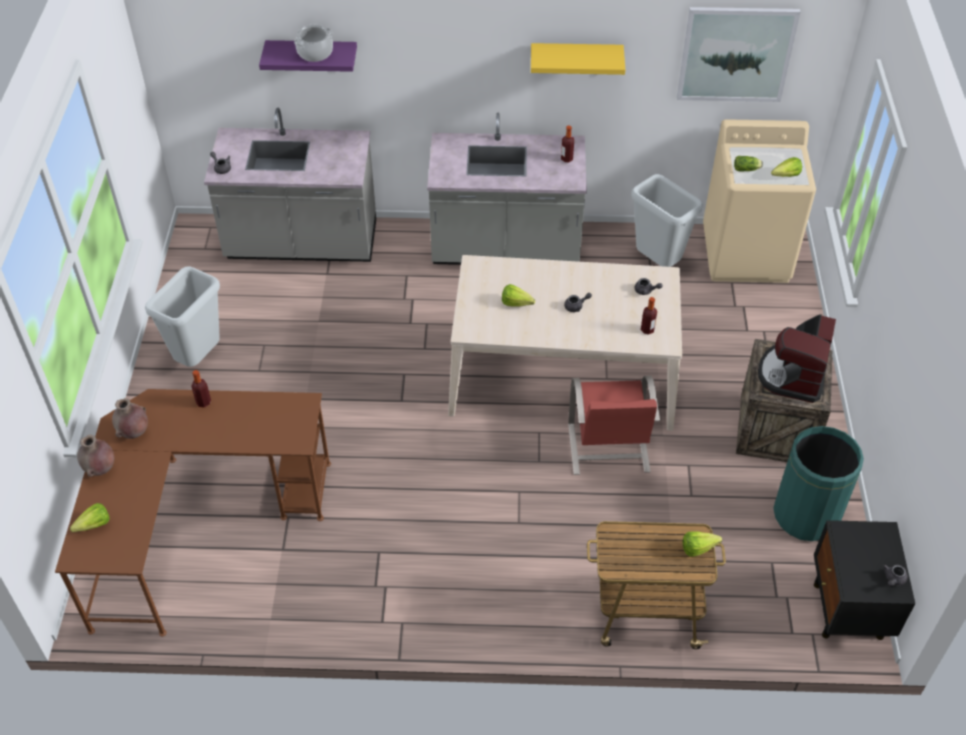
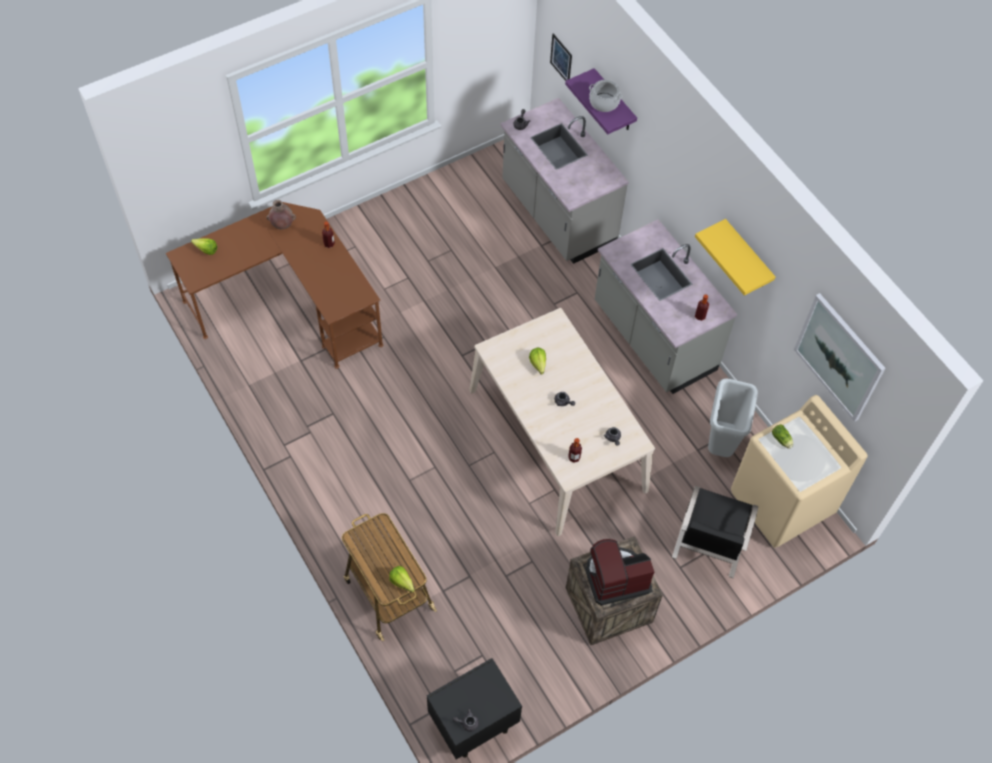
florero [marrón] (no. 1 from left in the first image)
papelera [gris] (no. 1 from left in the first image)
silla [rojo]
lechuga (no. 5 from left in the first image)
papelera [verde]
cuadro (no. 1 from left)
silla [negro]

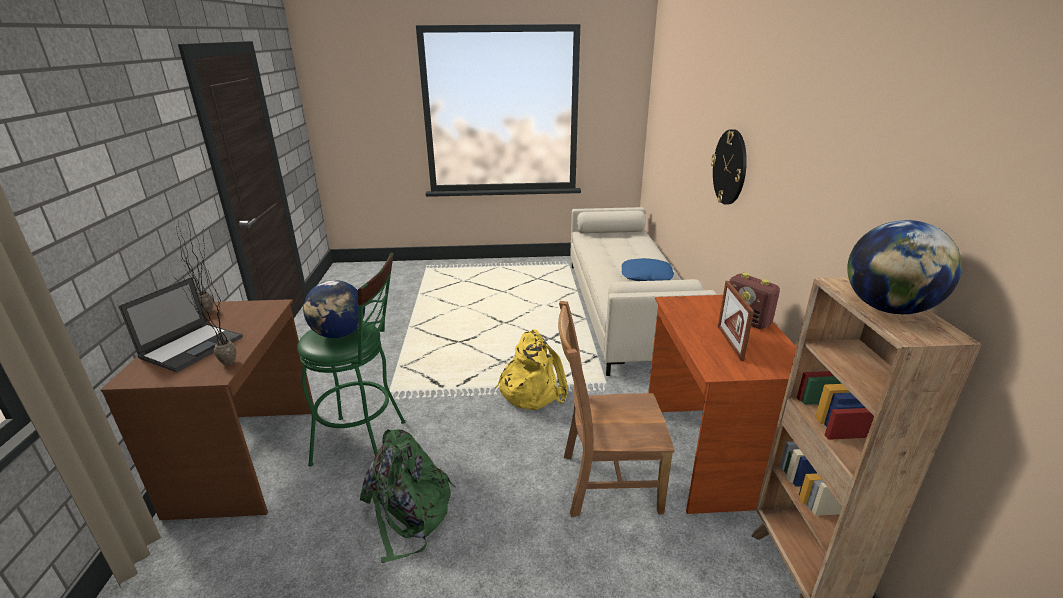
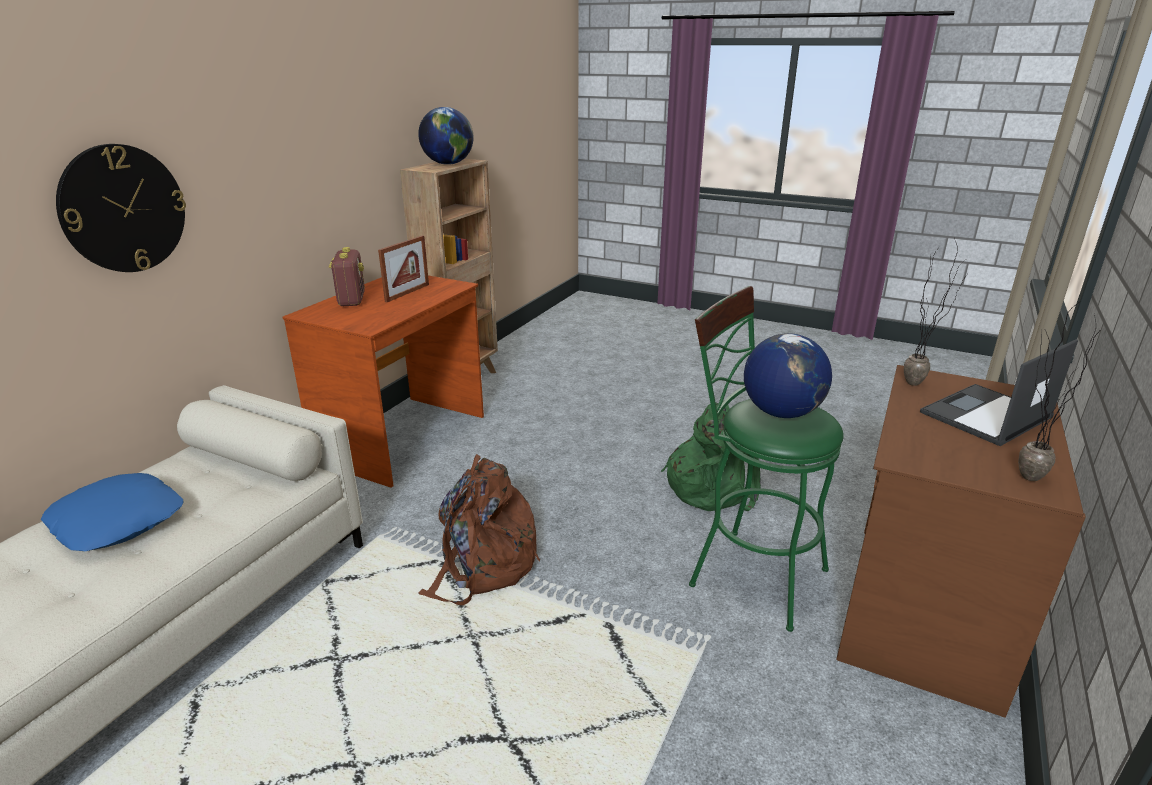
mochila [marrón]
silla [marrón]

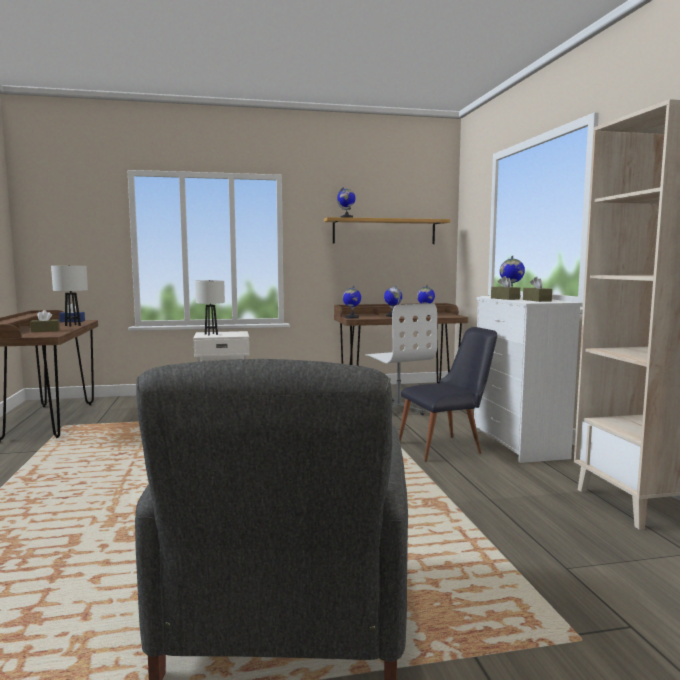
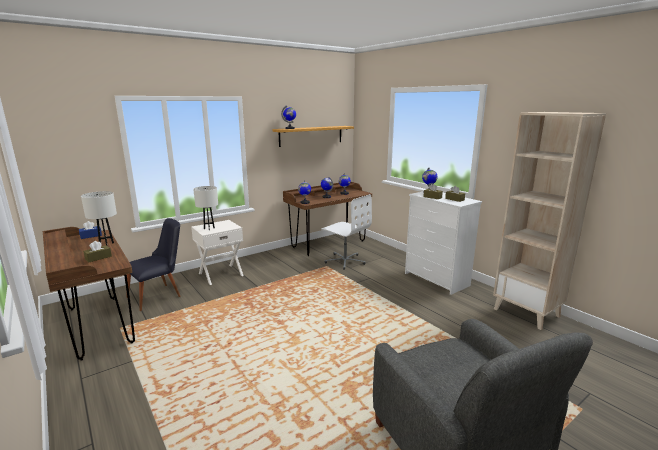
silla [negro]

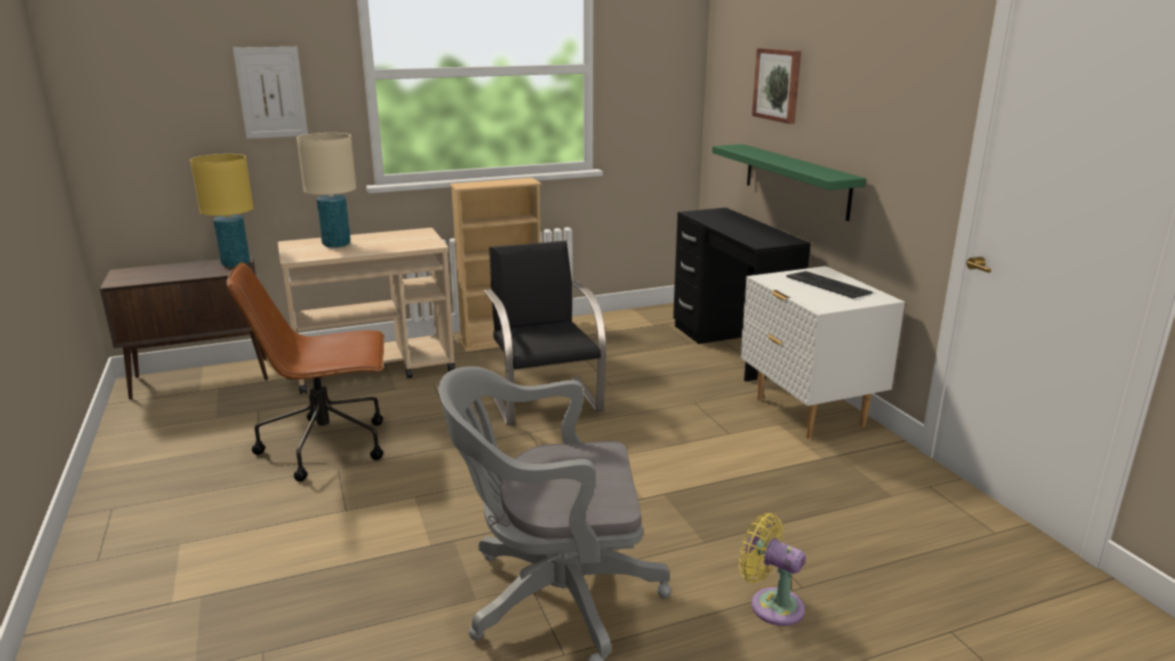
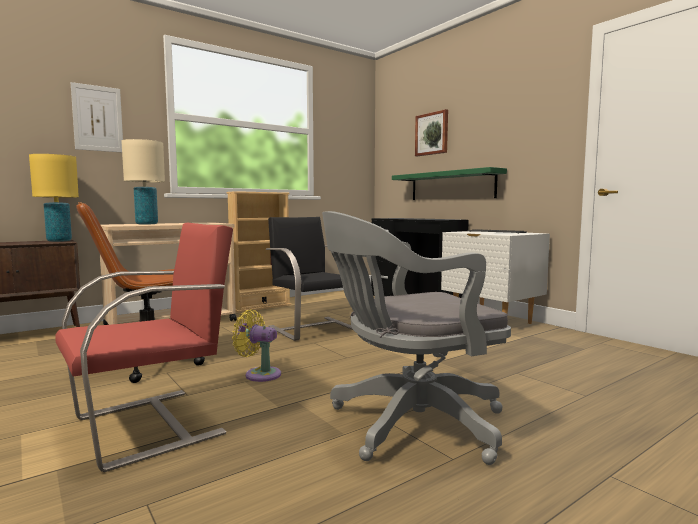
ventilador [amarillo]
silla [rojo]

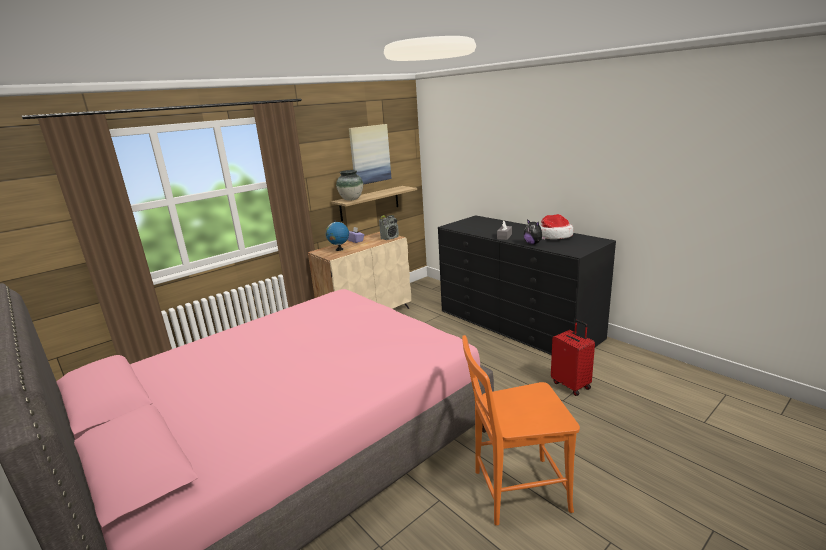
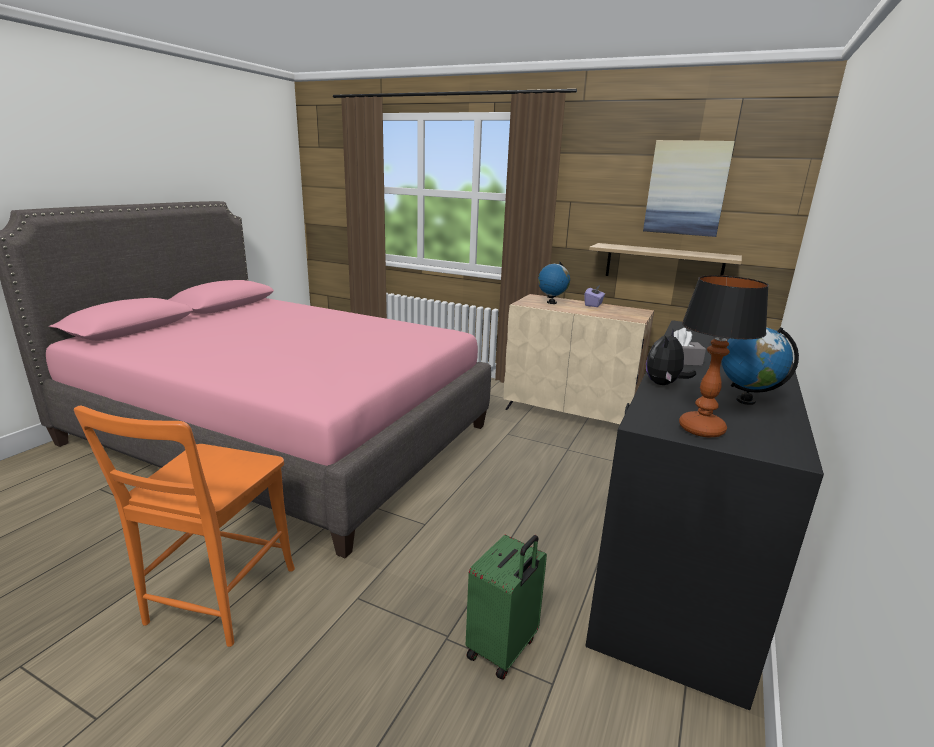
florero
radio
silla [naranja]
globo terráqueo (no. 2 from left)
maleta [verde]
lámpara de mesa

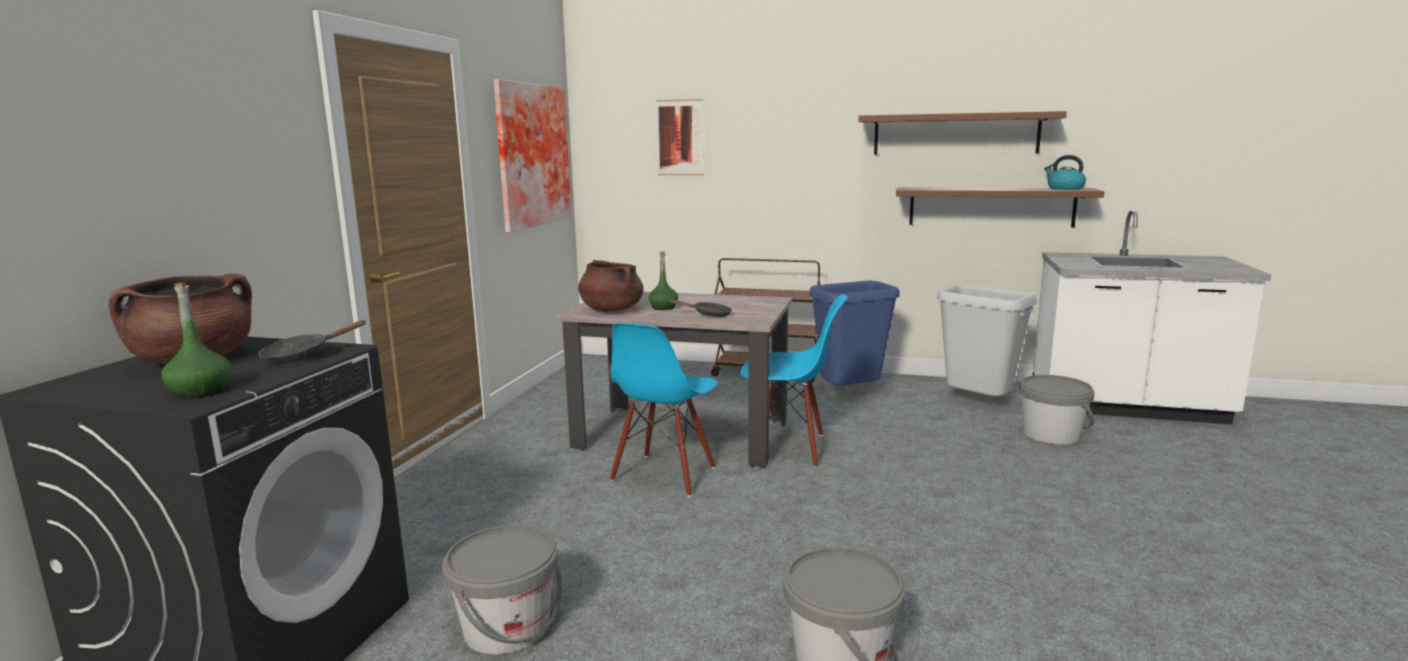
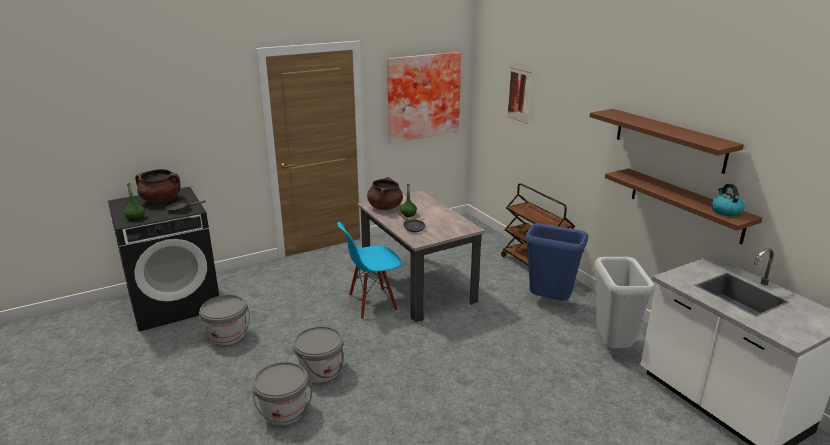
silla [azul] (no. 2 from left in the first image)
cubo [gris] (no. 3 from left)

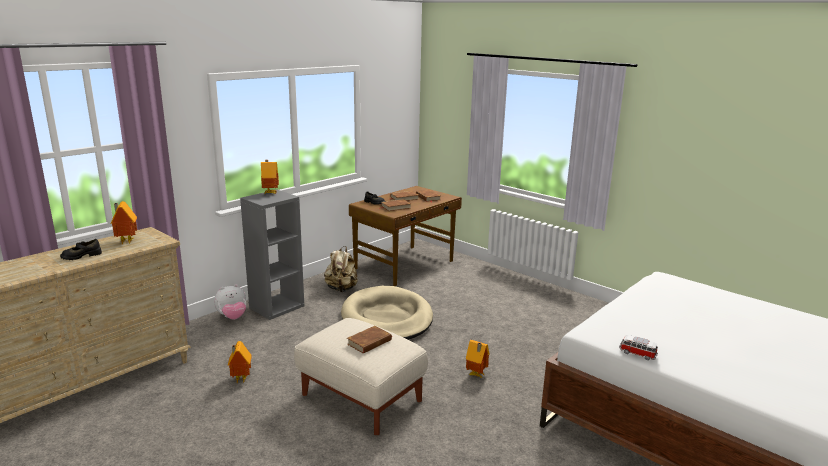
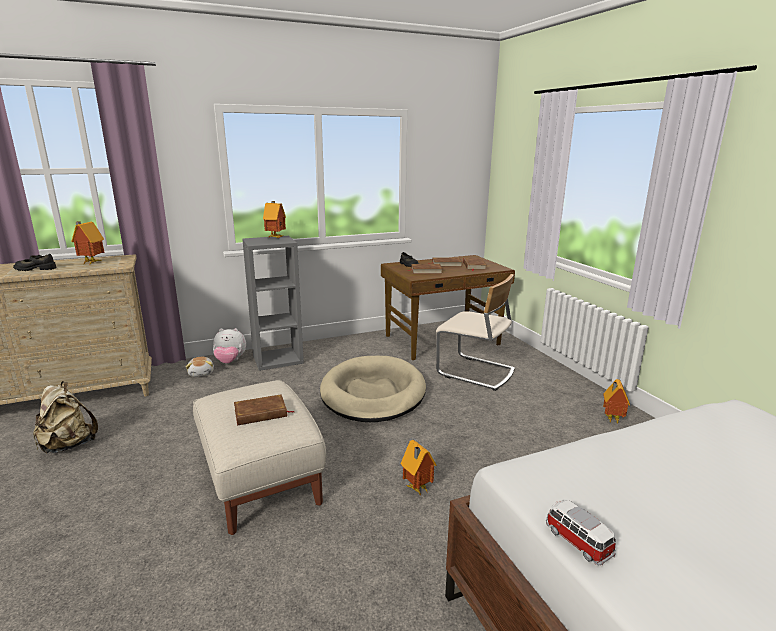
casita (no. 4 from left)
mochila [beis]
peluche (no. 1 from left)
silla [beis]

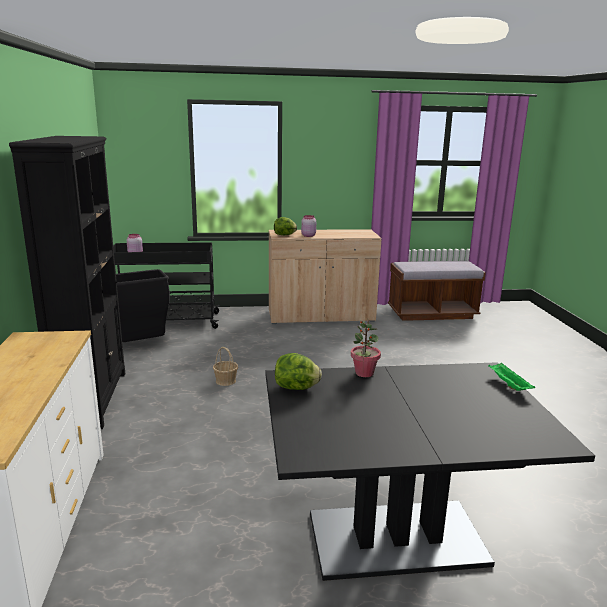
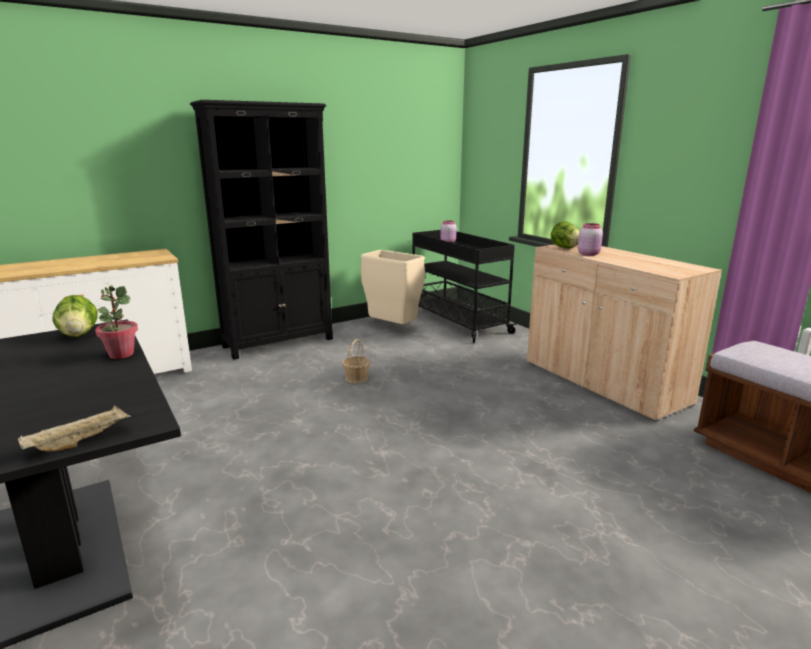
papelera [beis]
bandeja [beis]

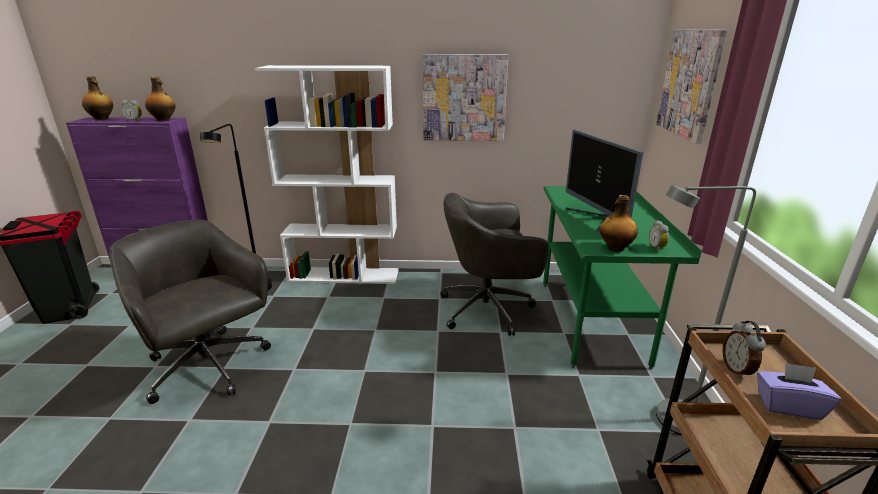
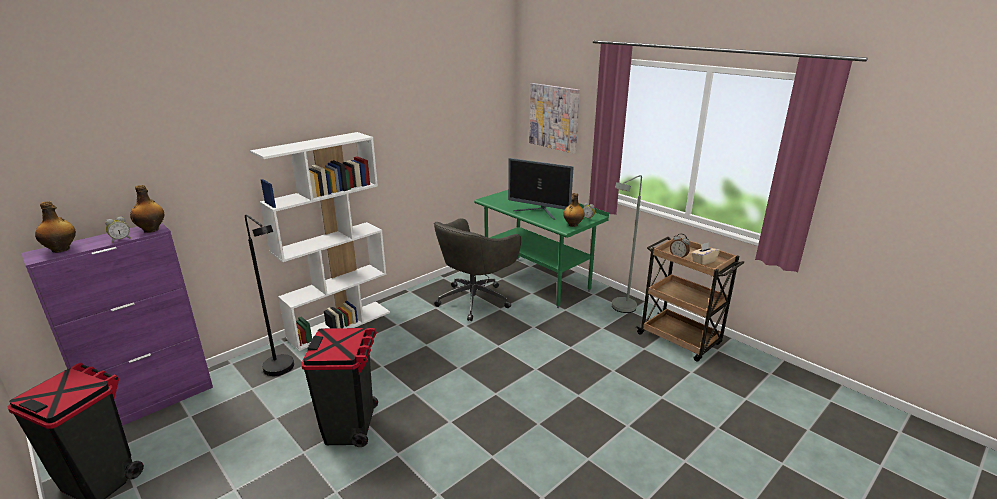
papelera [negro] (no. 2 from left)
cuadro (no. 1 from left in the first image)
caja de pañuelos [beis]

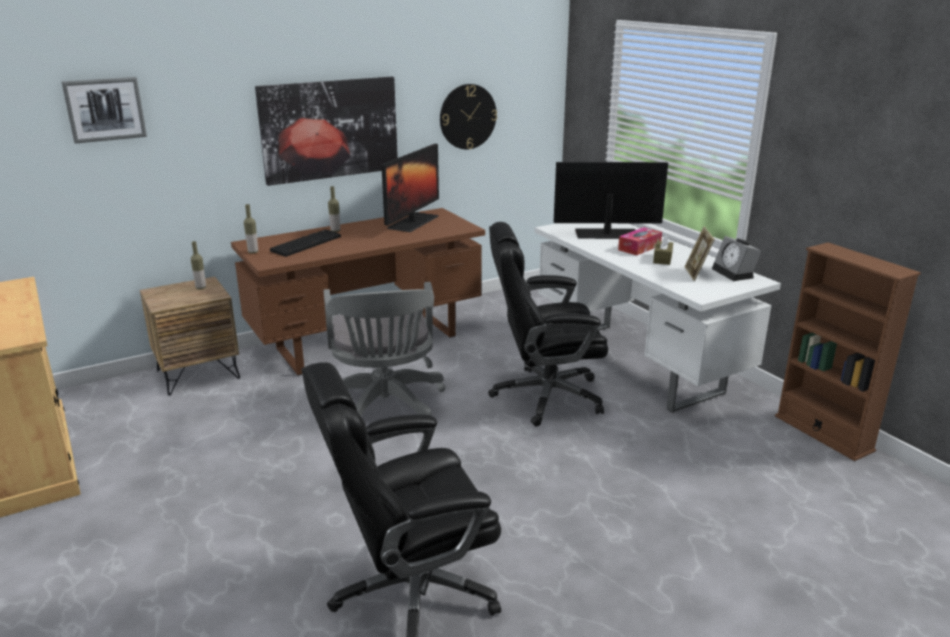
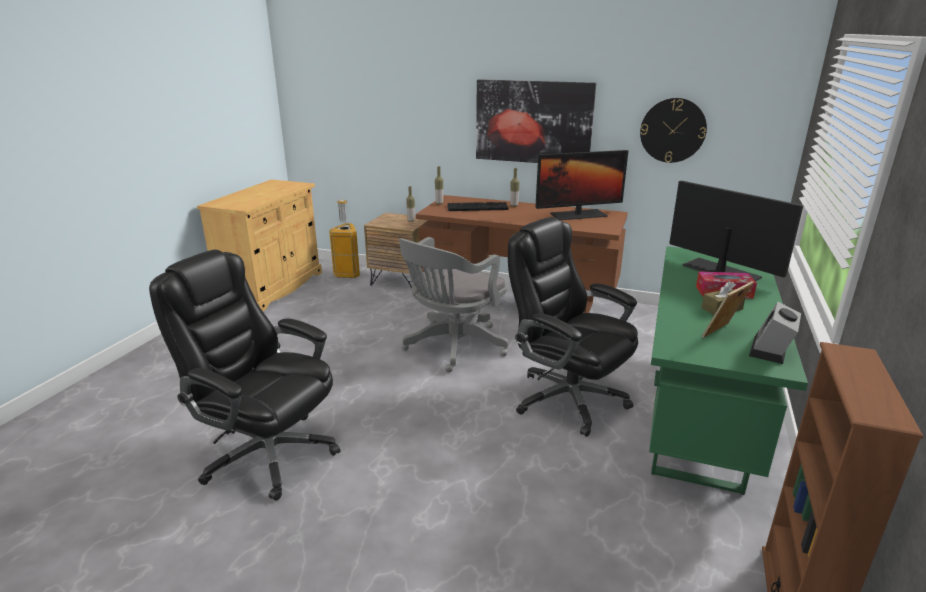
cuadro (no. 1 from left in the first image)
escritorio [verde]
papelera

